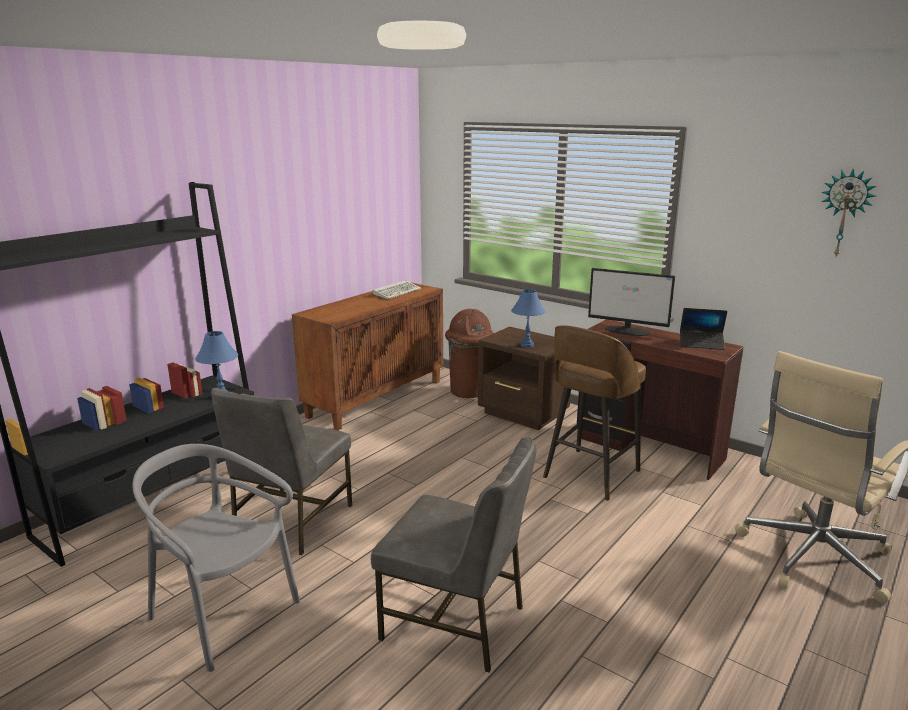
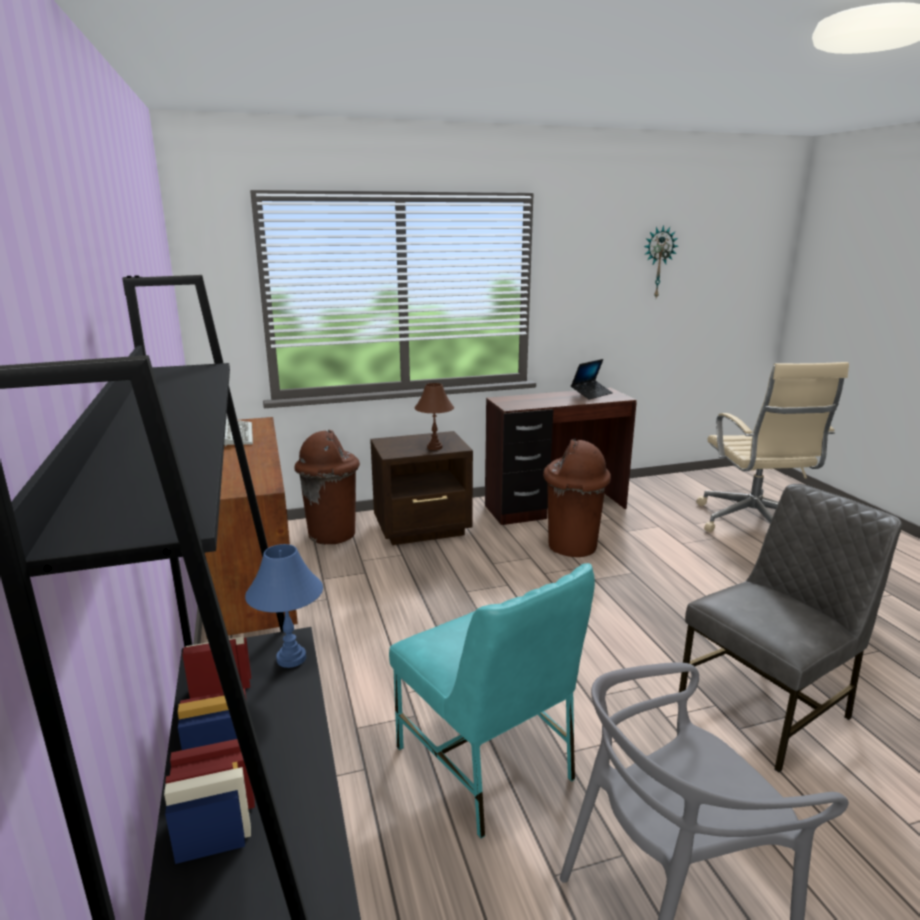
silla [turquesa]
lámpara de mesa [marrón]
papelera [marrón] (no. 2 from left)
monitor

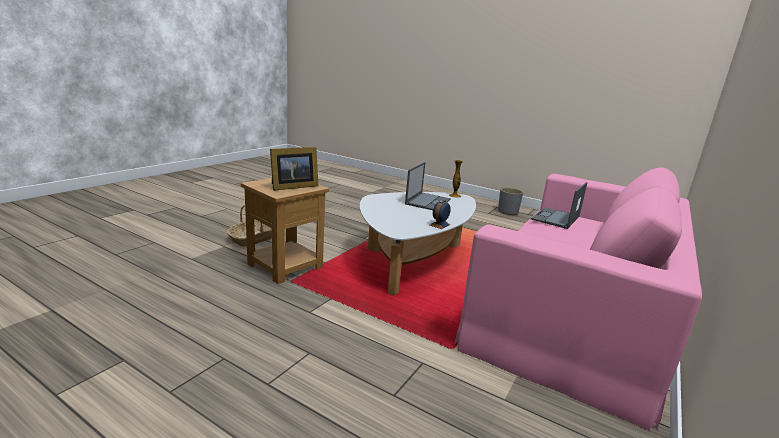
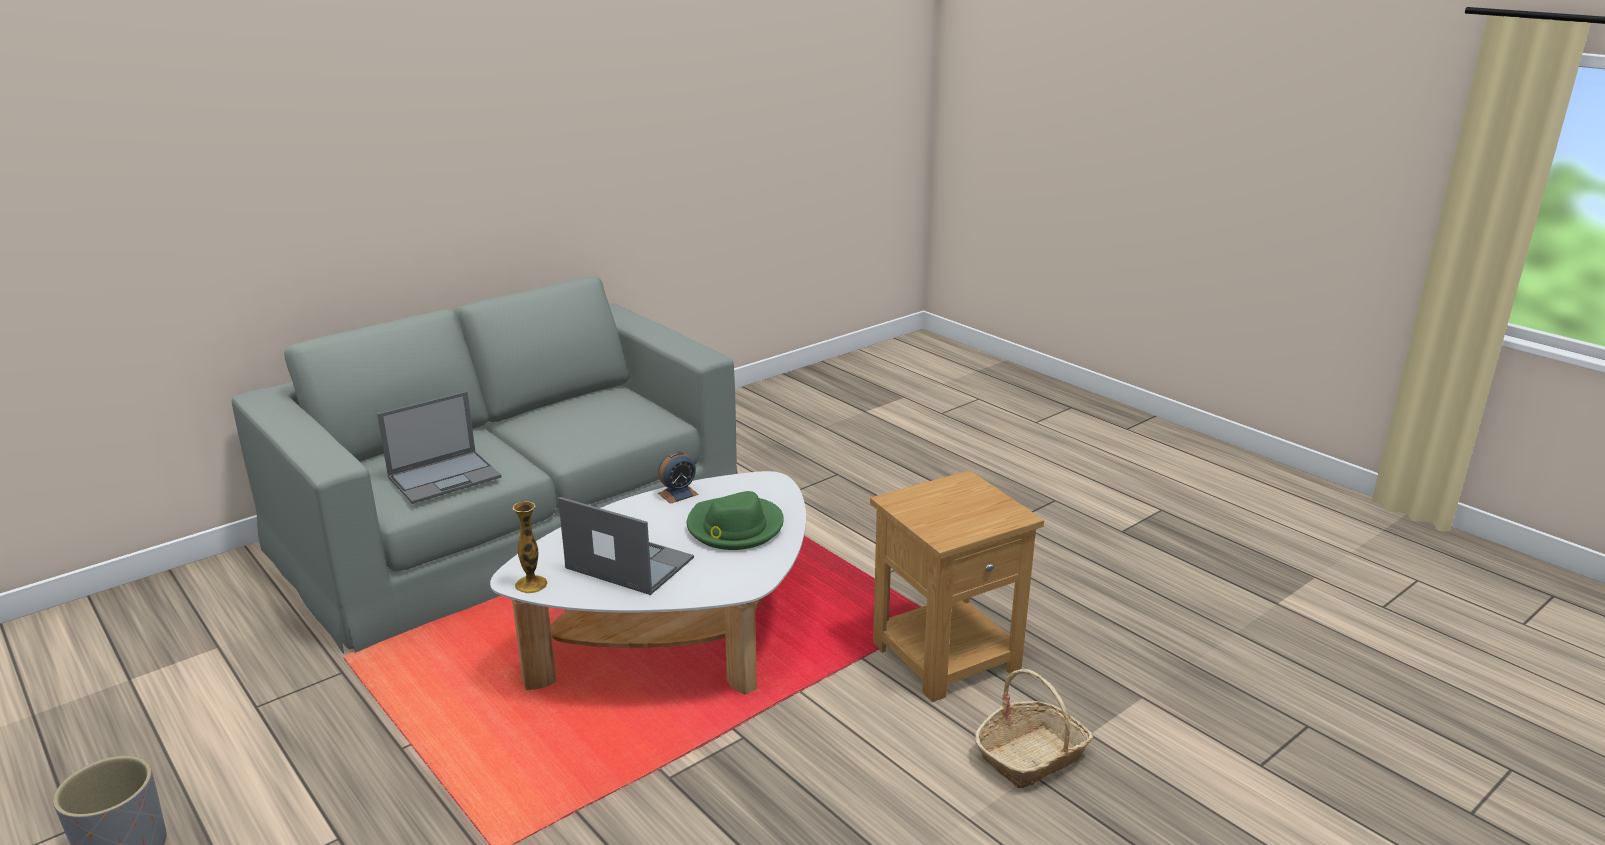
portarretratos
portátil (no. 2 from left)
sofá [gris]
sombrero [verde]

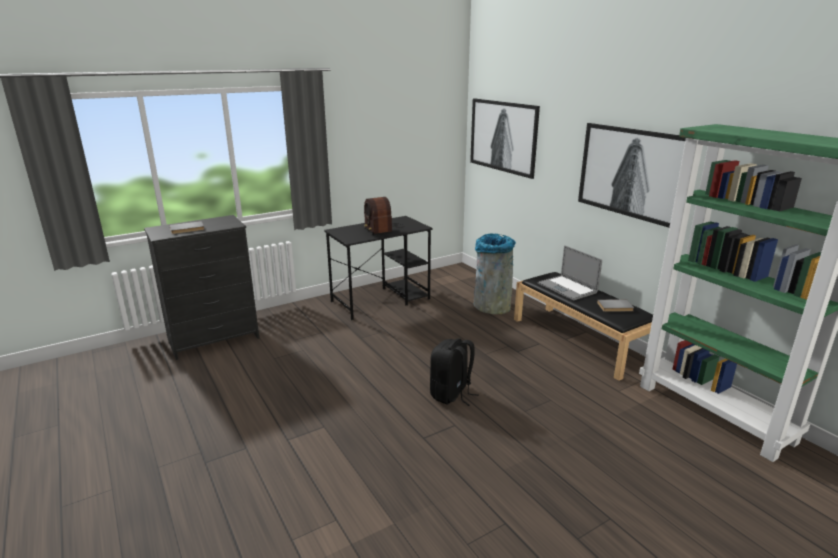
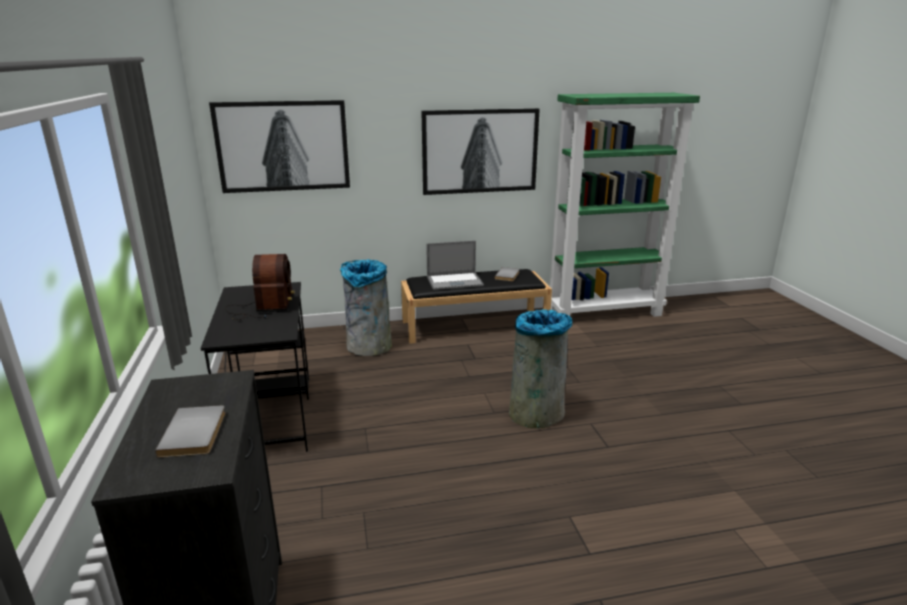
radio
papelera [gris] (no. 2 from left)

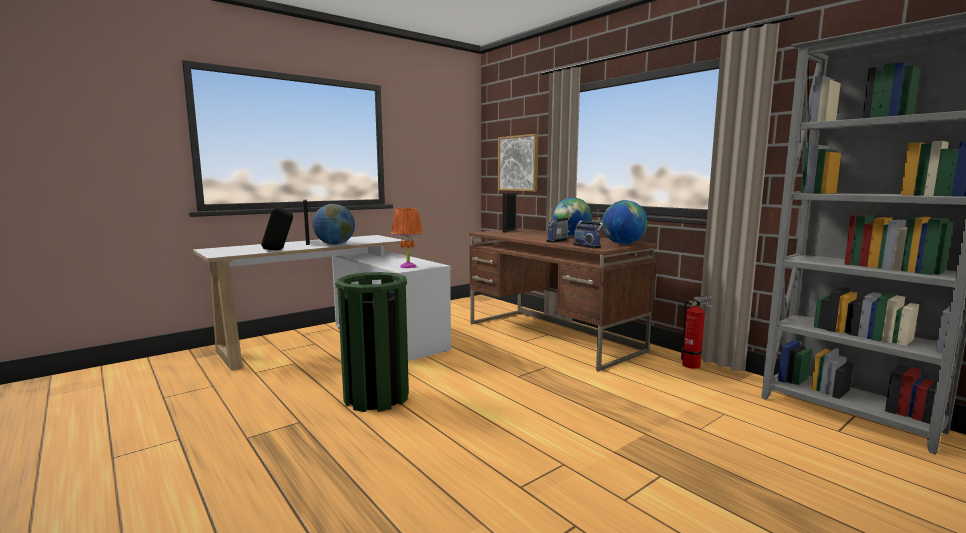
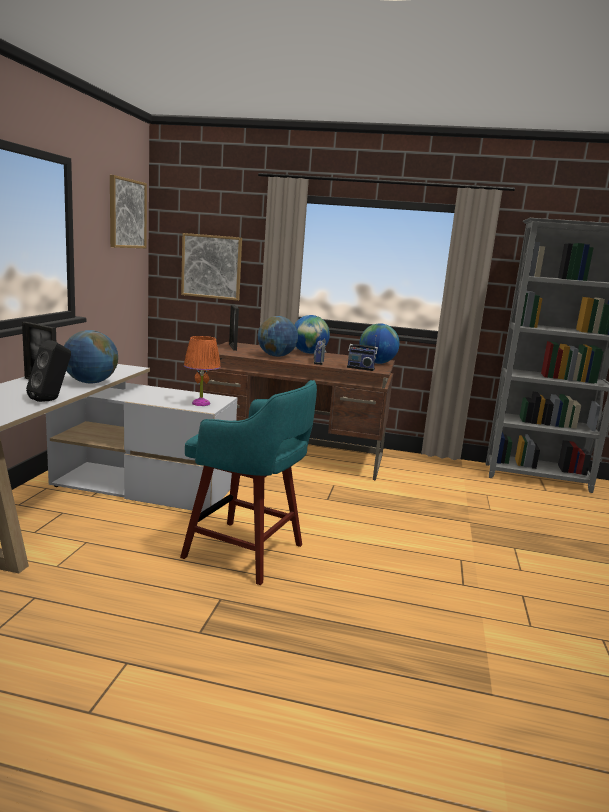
taburete [turquesa]
extintor
cuadro (no. 1 from left)
globo terráqueo (no. 2 from left)

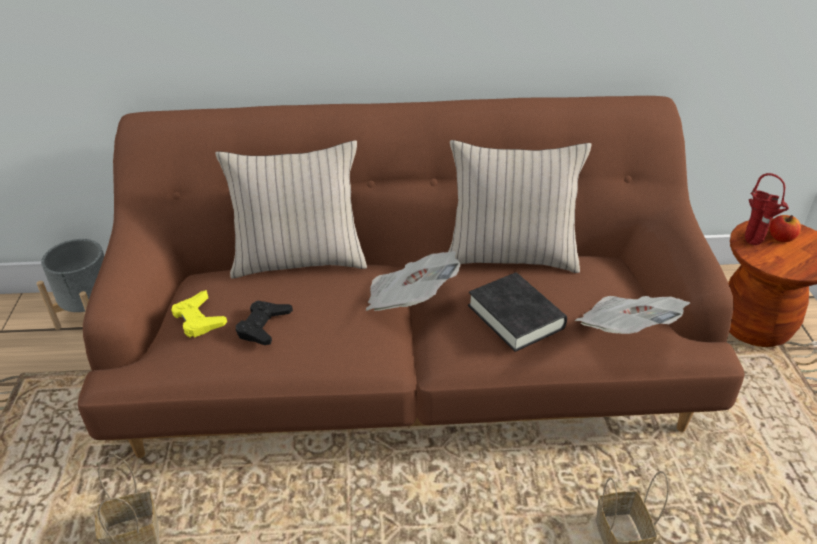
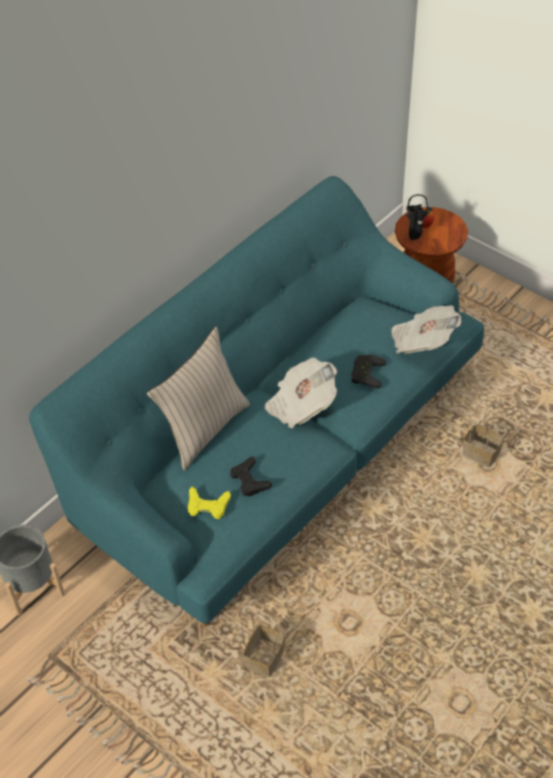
sofá [turquesa]
cojín [beis] (no. 2 from left in the first image)
mando de consola [negro] (no. 2 from left)
florero [negro]

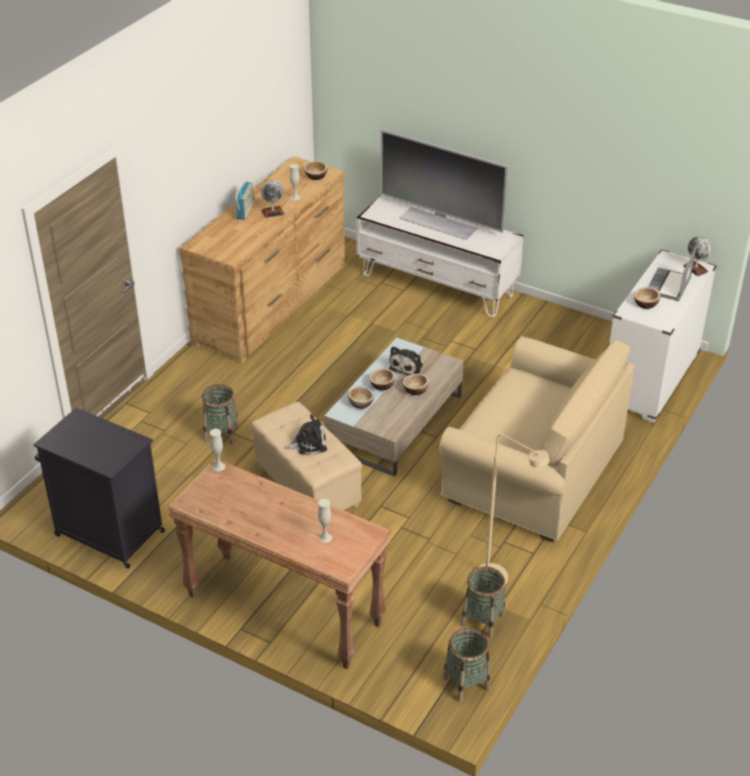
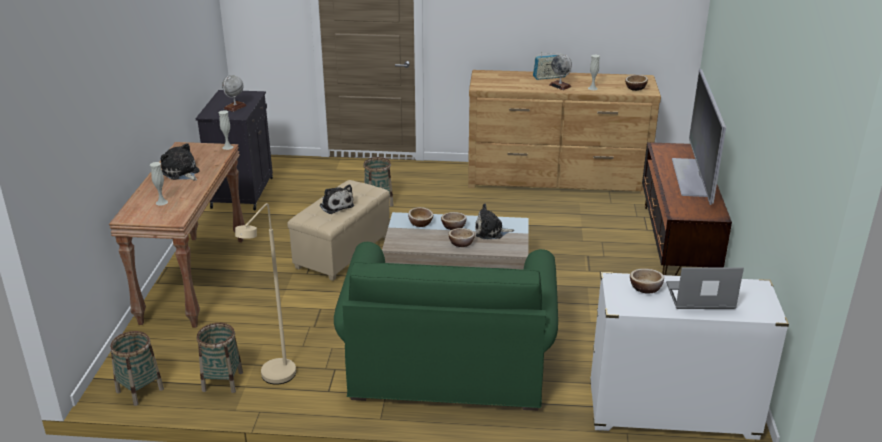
mueble de televisión [marrón]
sofá [verde]
globo terráqueo (no. 1 from left)
peluche (no. 1 from left)

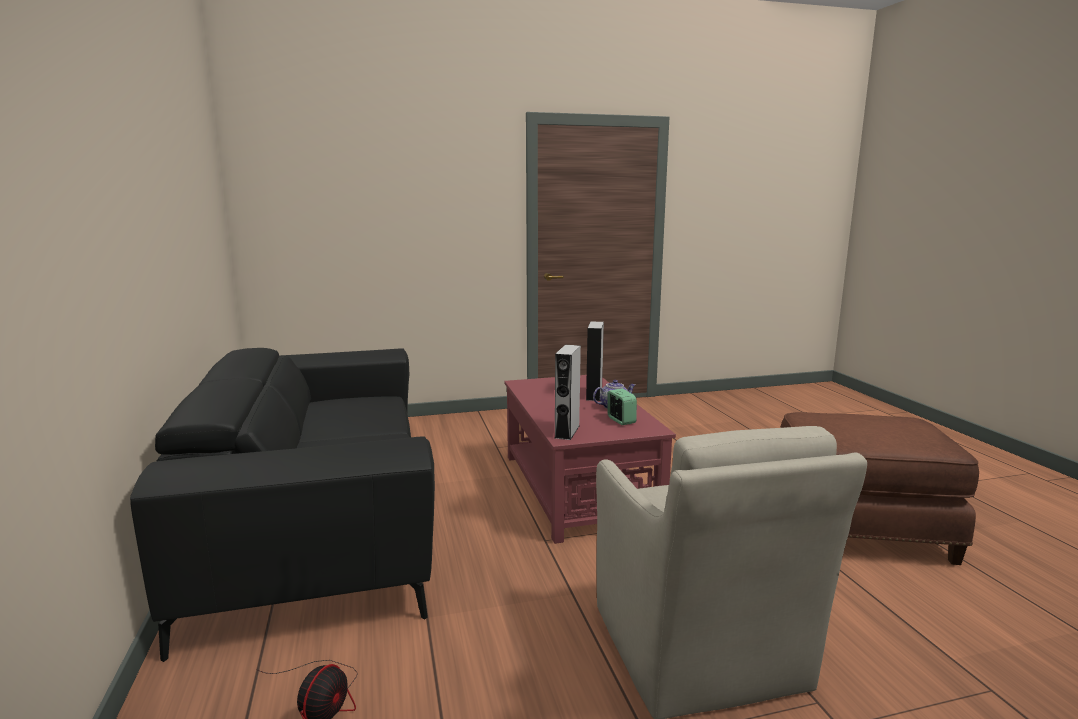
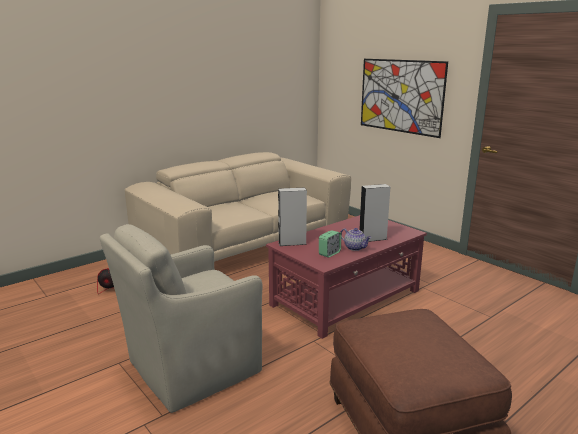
sofá [beis]
cuadro

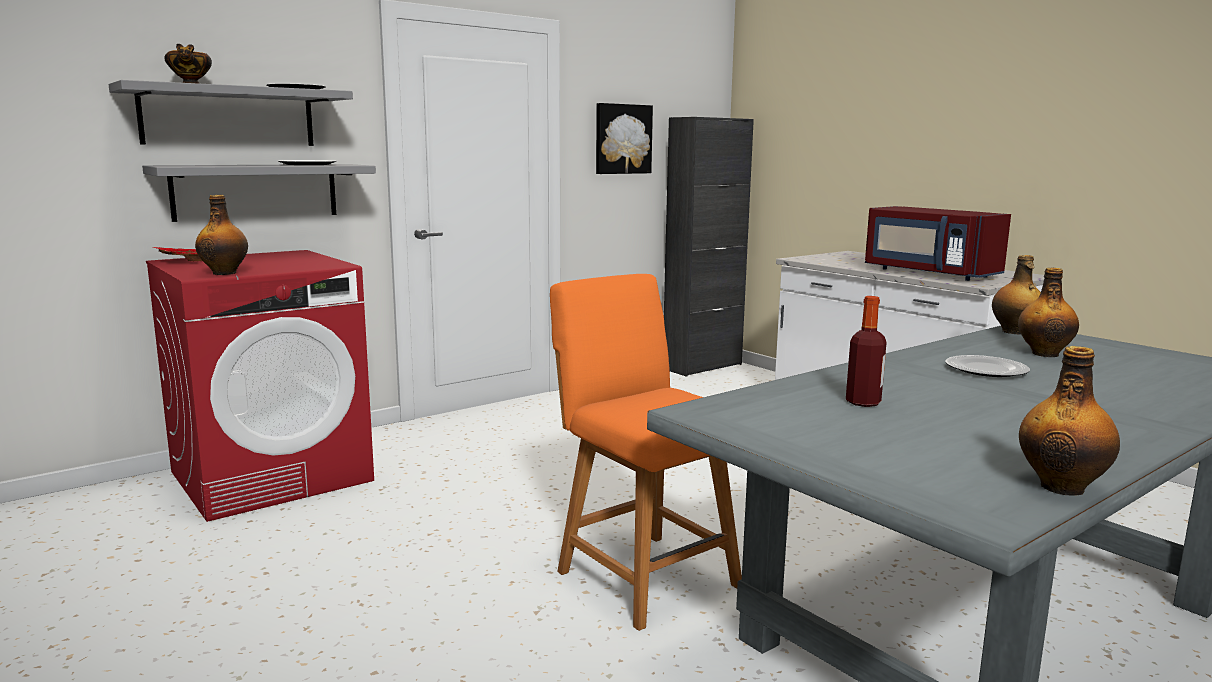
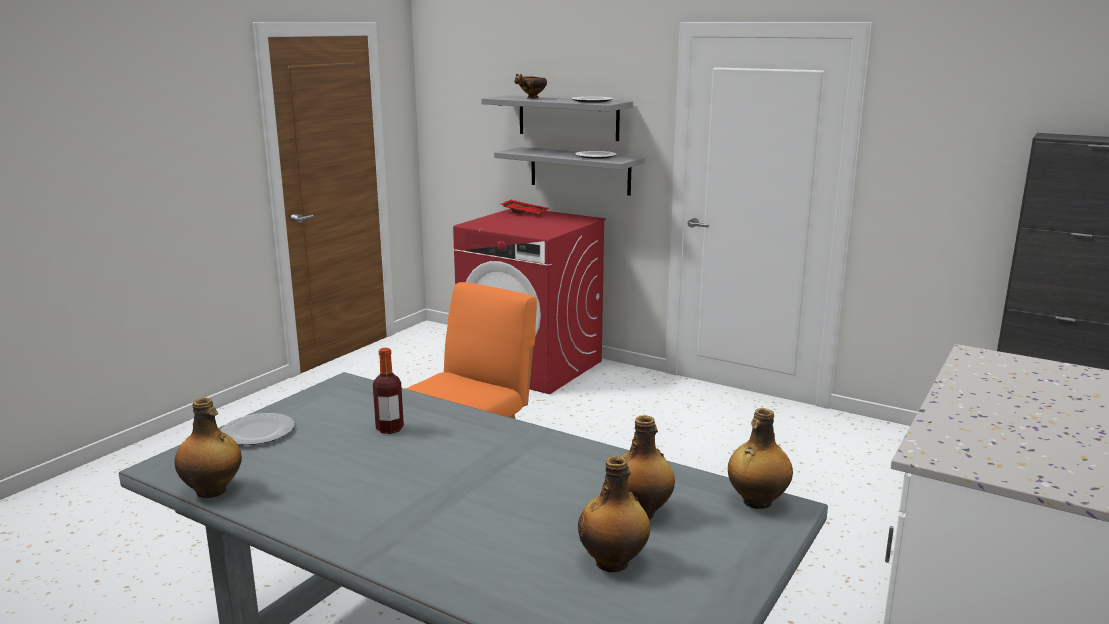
botella (no. 3 from left)
cuadro
microondas [rojo]
plato (no. 1 from left)

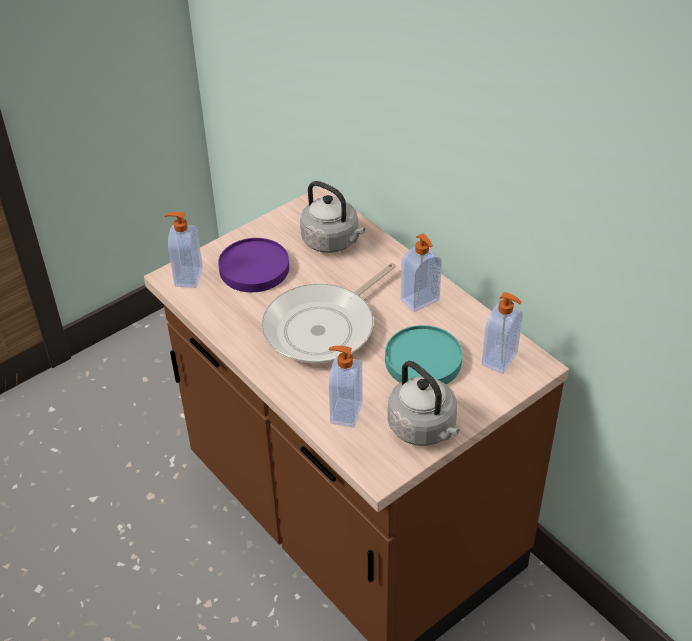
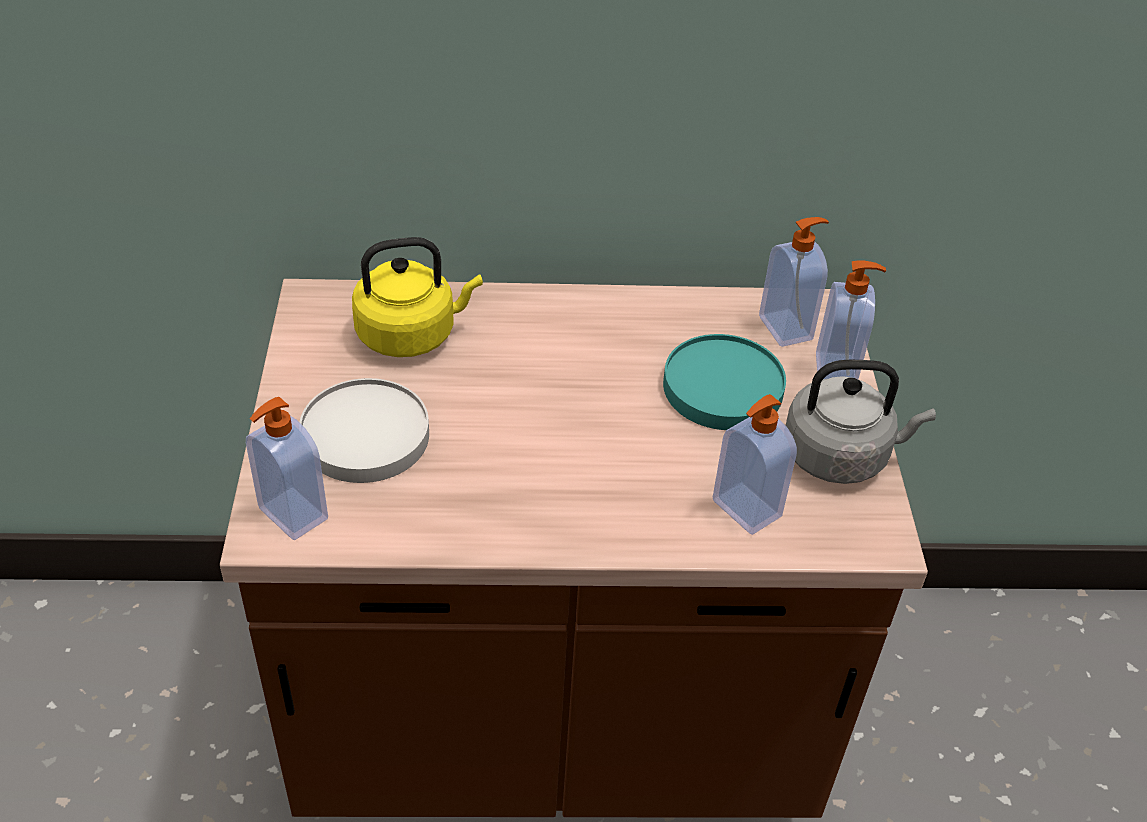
plato [blanco]
sartén
hervidor [amarillo]
dispensador de jabón (no. 4 from left)

